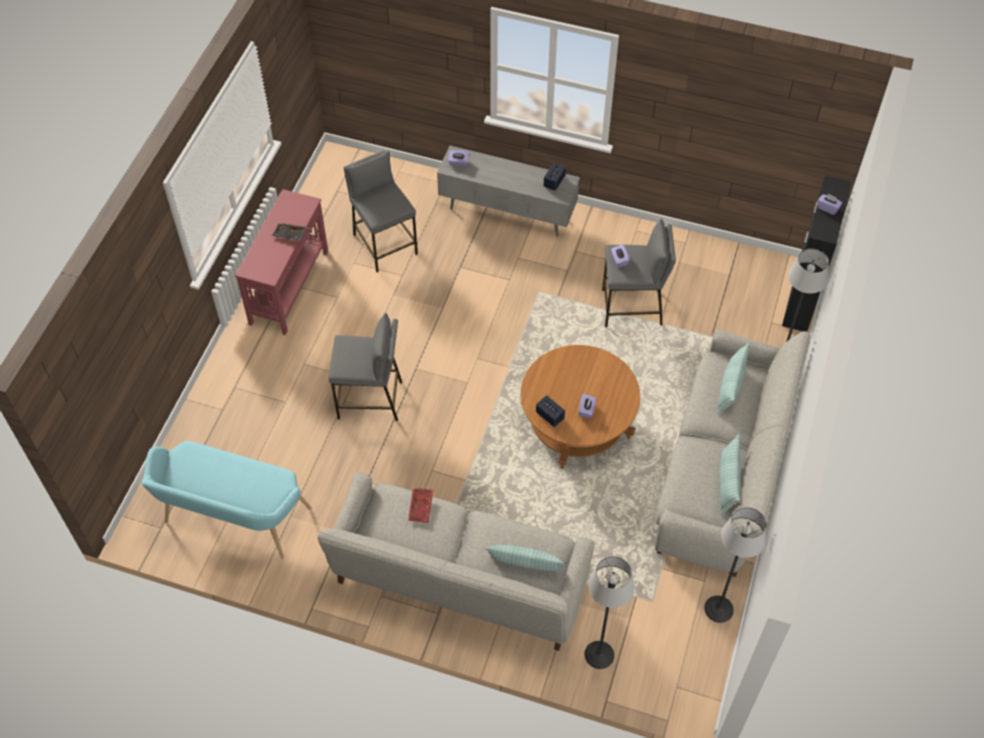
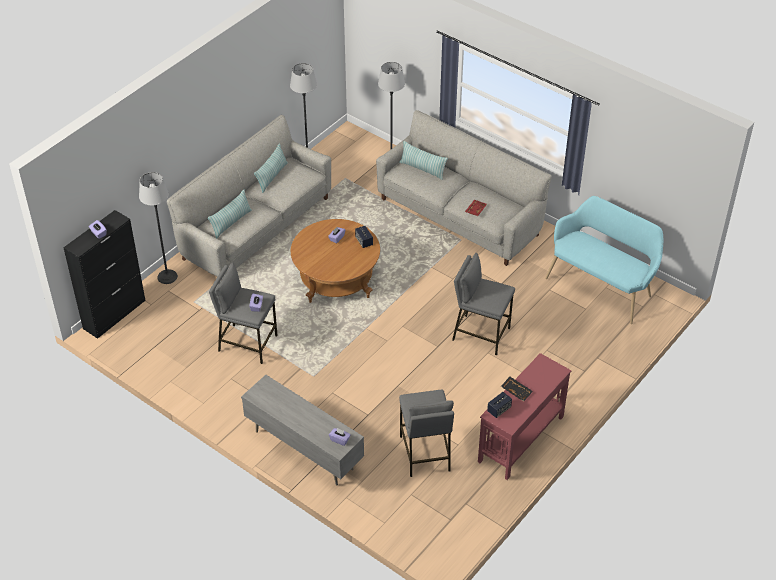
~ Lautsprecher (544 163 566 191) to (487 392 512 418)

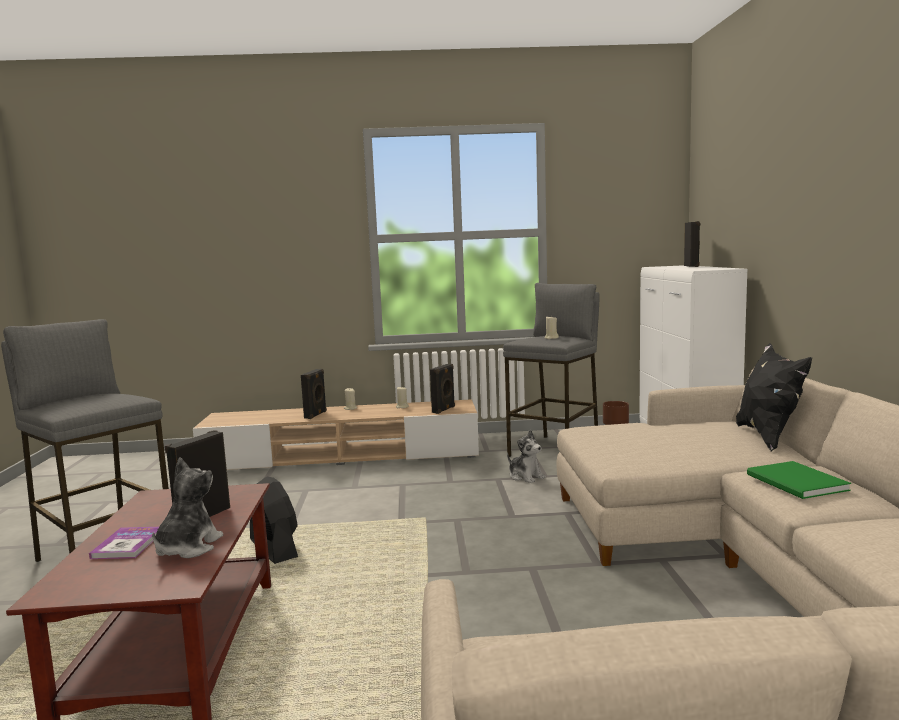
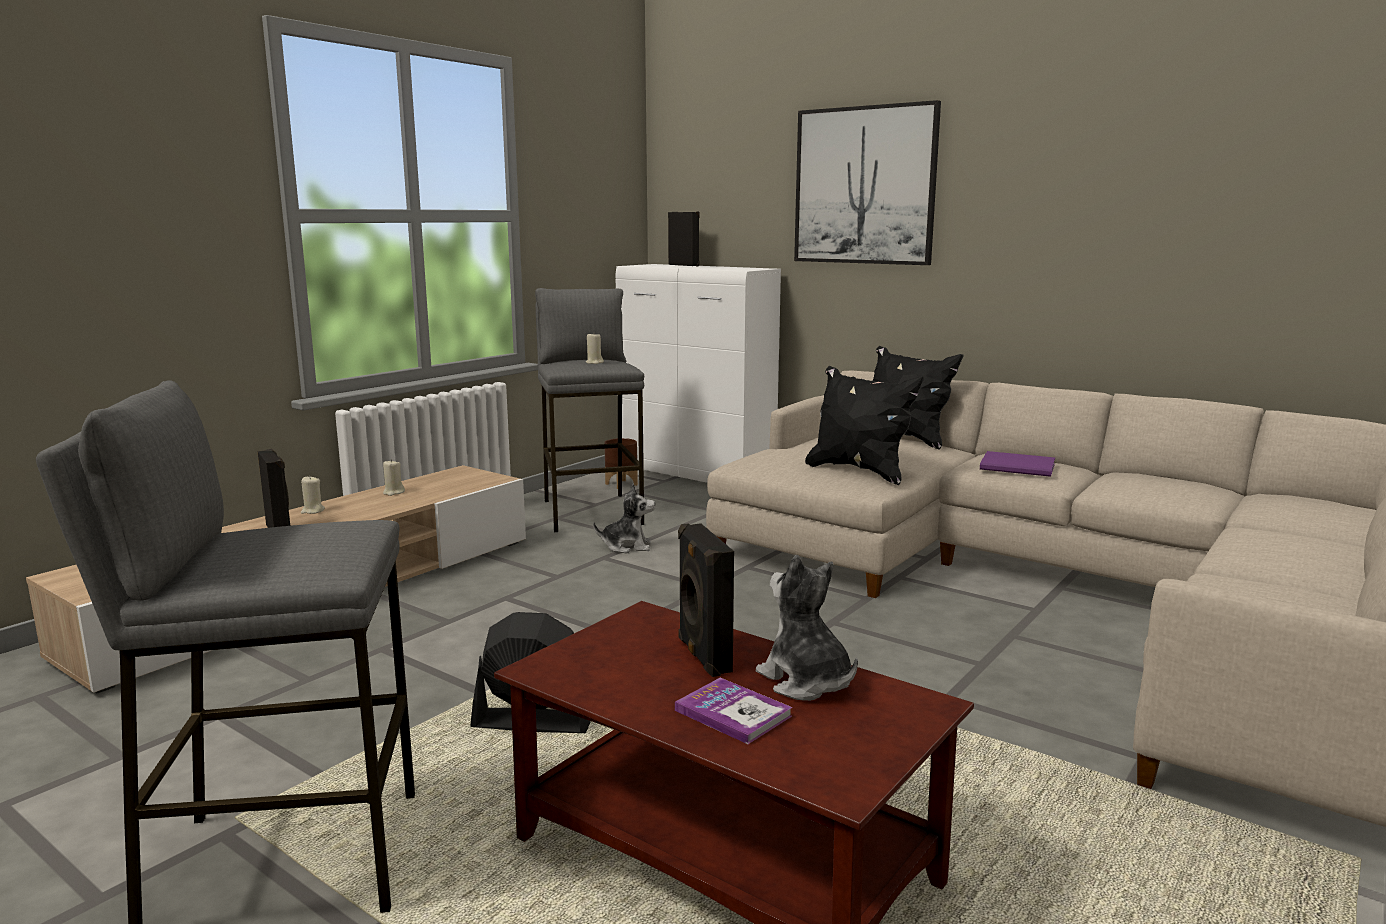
- Lautsprecher [schwarz] (430 364 455 414)
~ Buch [grün] (747 461 851 499) to Buch [lila] (980 451 1055 477)
+ Bild (794 100 941 265)
+ Kissen [schwarz] (805 366 924 485)

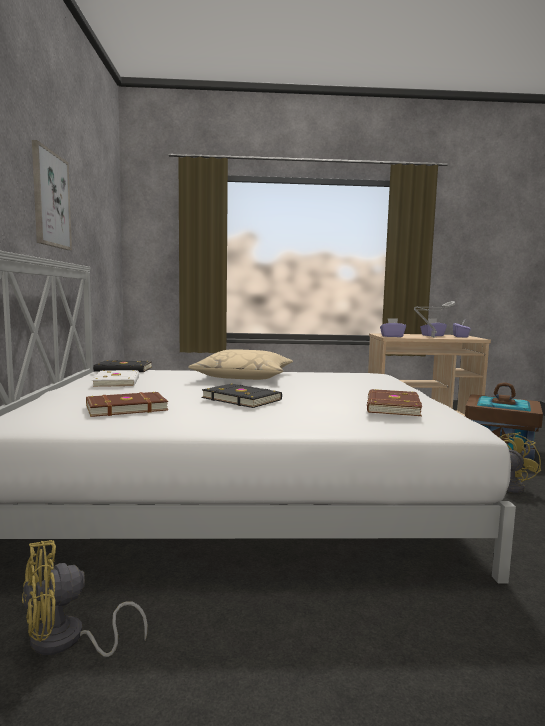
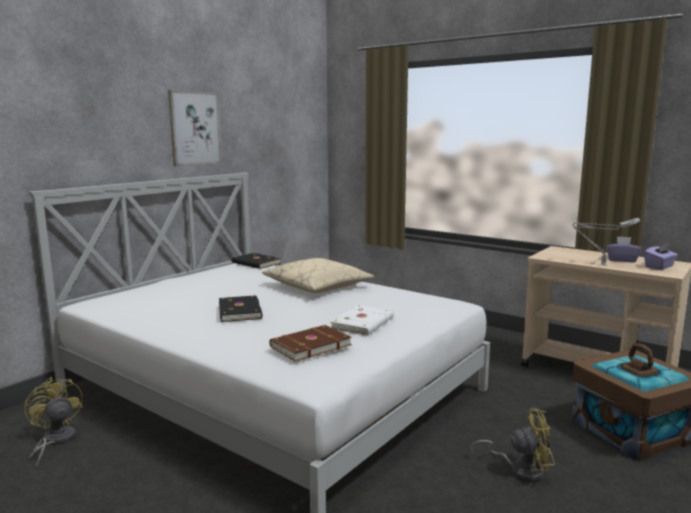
~ Ventilator [gelb] (22 540 148 657) = (24 377 83 468) 45 degrees clockwise
- Buch [braun] (86 392 168 417)
~ Buch [weiß] (92 370 139 387) to (330 305 394 336)
- Taschentuchbox [lila] (380 318 406 337)

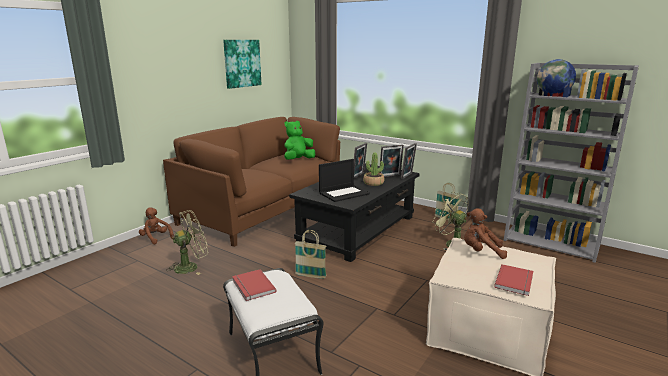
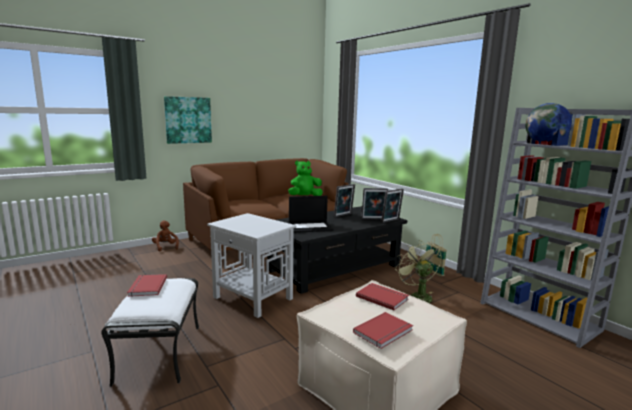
- Ventilator [grün] (166 210 208 275)
~ Bild (223 40 262 89) to (164 96 212 144)
~ Korb (295 230 326 279) to Beistelltisch [weiß] (207 213 297 318)
- Topfpflanze (363 152 384 186)
~ Plüschtier [braun] (464 208 507 259) to Buch [rot] (356 283 409 310)

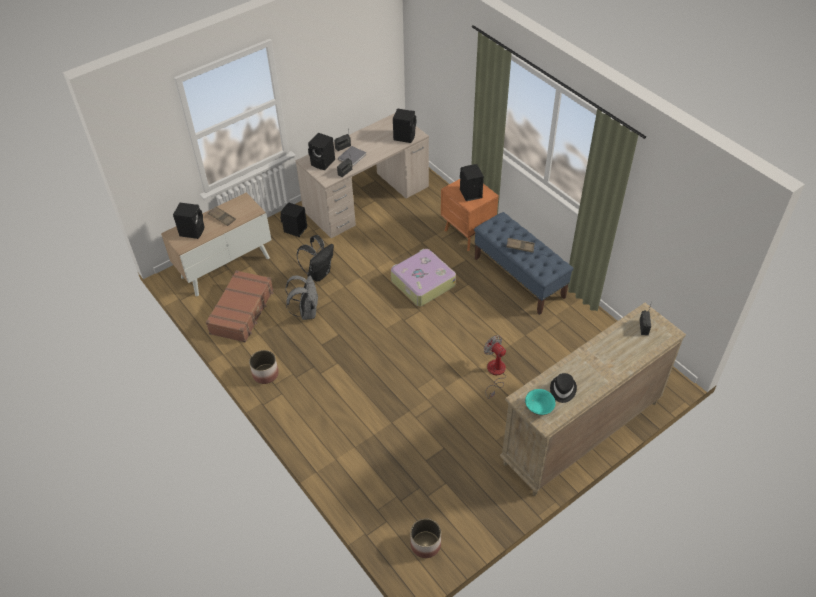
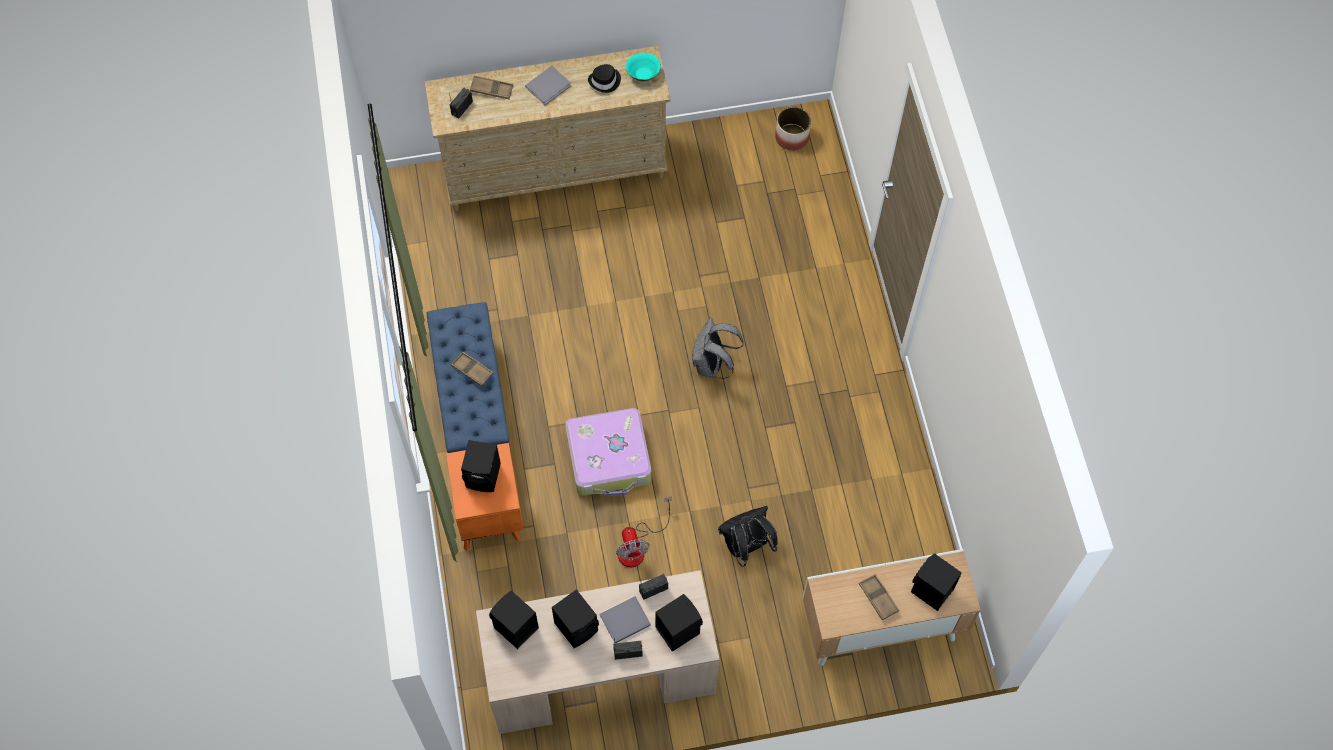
- Koffer [braun] (206 270 274 342)
- Pflanzkübel (249 350 279 384)
~ Lautsprecher [schwarz] (280 202 307 237) to (552 589 599 648)
~ Rucksack [grau] (285 276 319 320) to (692 317 744 379)
~ Ventilator (484 335 506 399) to (616 496 672 567)
+ Tablett [braun] (470 76 513 100)
+ Buch [grau] (525 66 572 105)

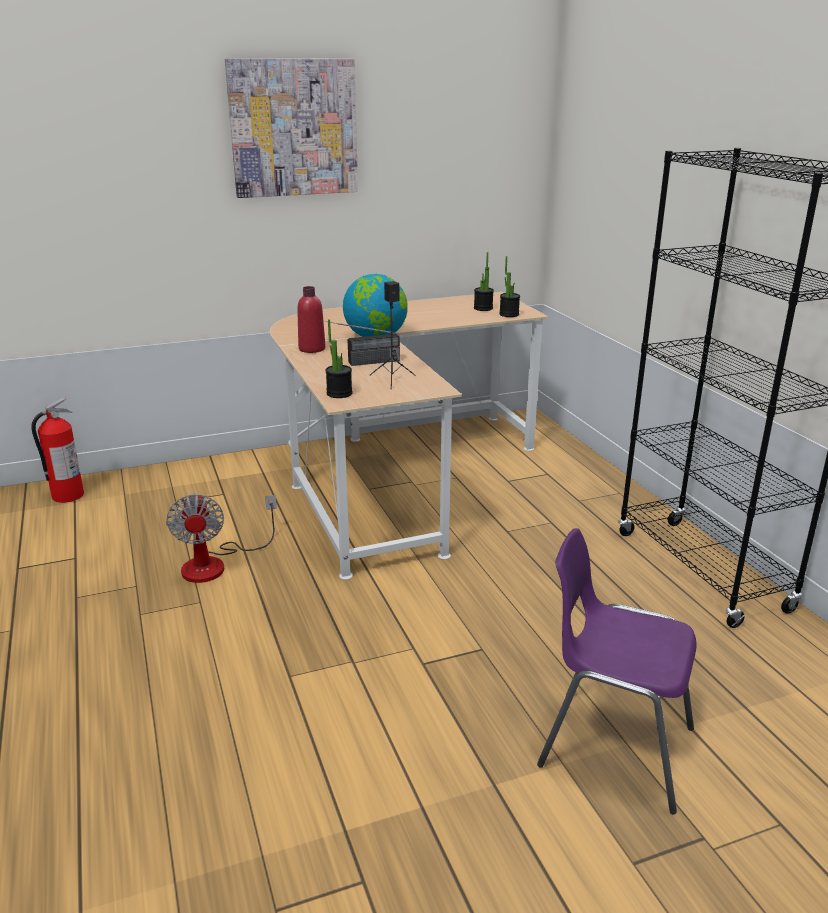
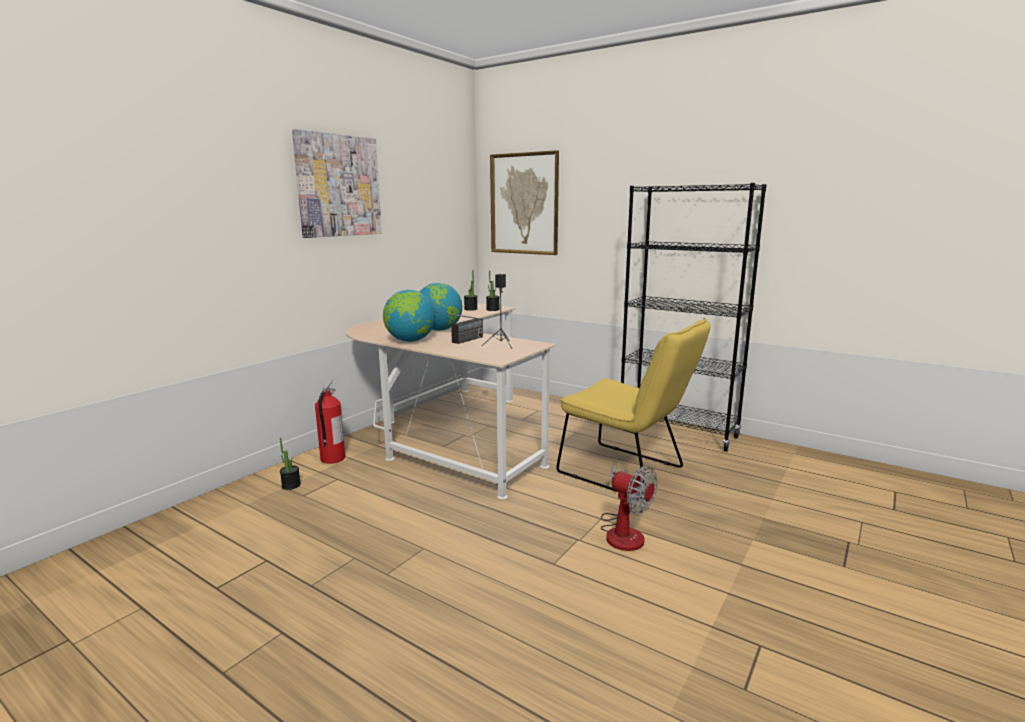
~ Feuerlöscher (31 397 84 503) to (315 379 345 464)
~ Ventilator (166 493 277 583) to (601 465 658 551)
~ Flasche [rot] (297 286 326 353) to Globus (383 290 435 342)
~ Topfpflanze (325 319 353 398) to (280 438 301 490)
- Stuhl [lila] (537 528 697 814)
+ Bild (490 150 559 255)
+ Stuhl [gelb] (556 318 710 500)

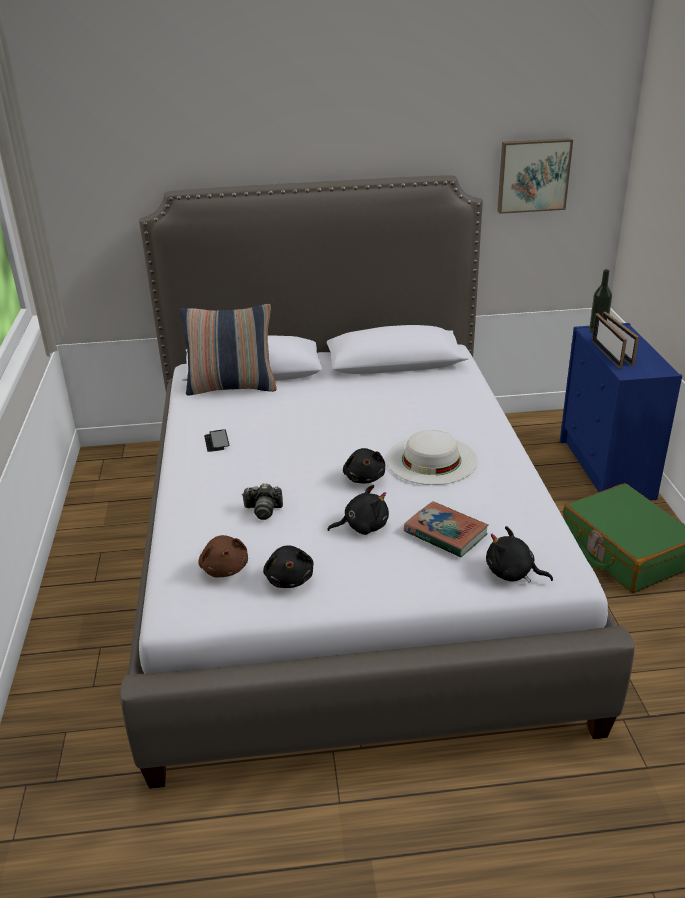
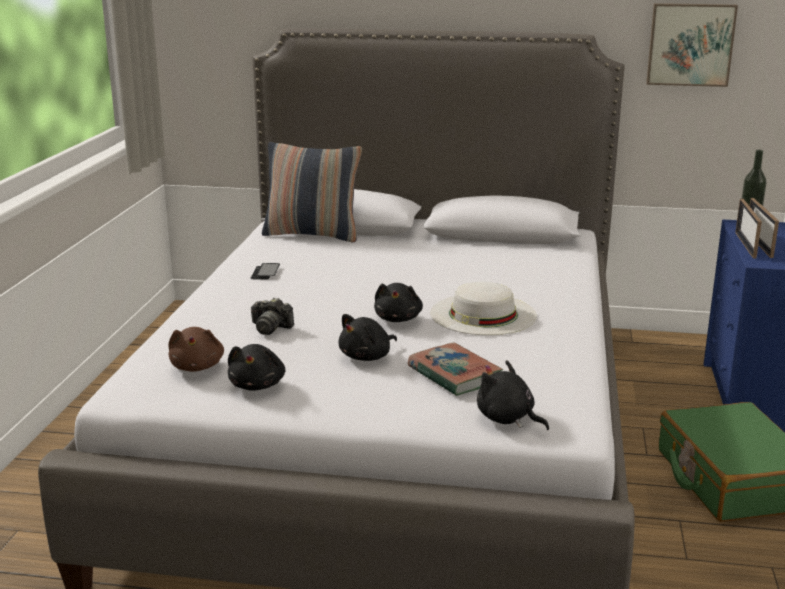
~ Plüschtier [schwarz] (328 485 389 535) = (338 314 397 361) 135 degrees clockwise

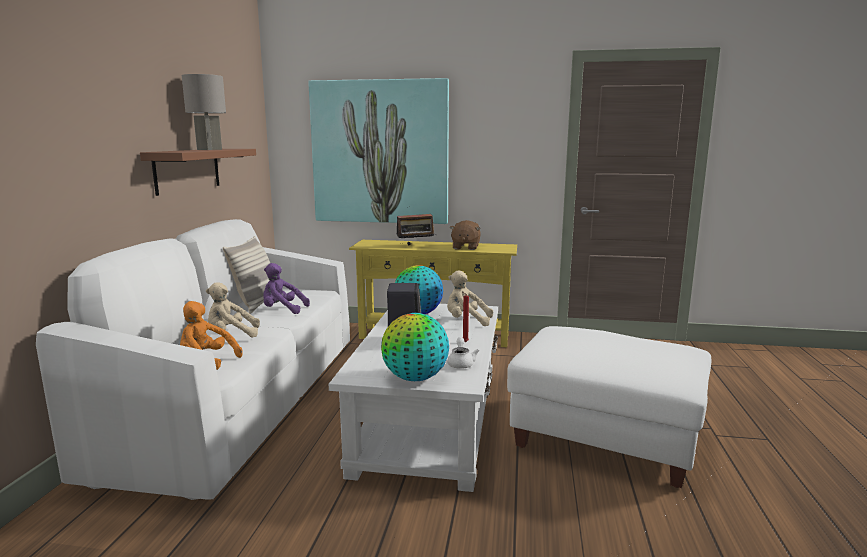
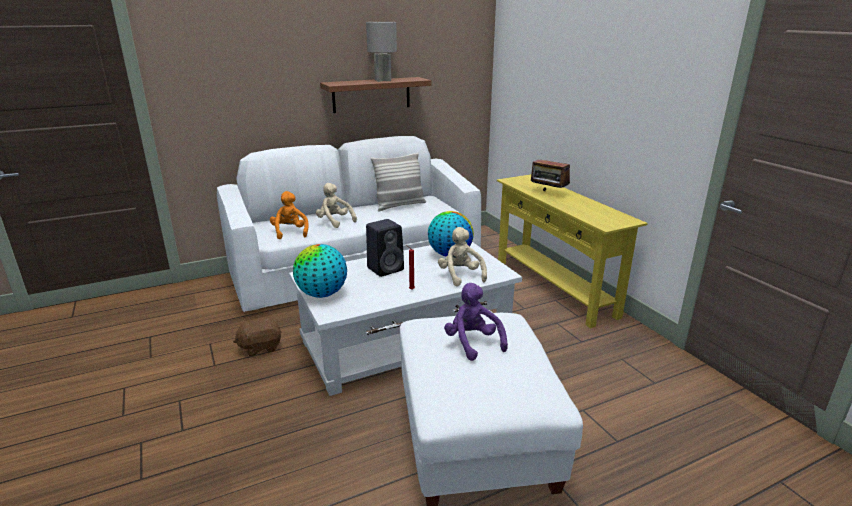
~ Plüschtier [lila] (263 263 310 314) to (444 283 508 361)
- Bild (308 78 449 224)
- Teekanne [weiß] (447 337 480 369)
~ Plüschtier [braun] (449 220 481 250) to (233 316 282 357)

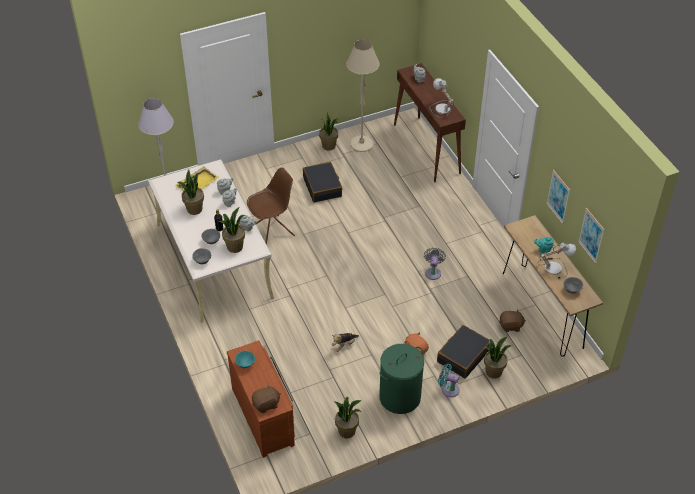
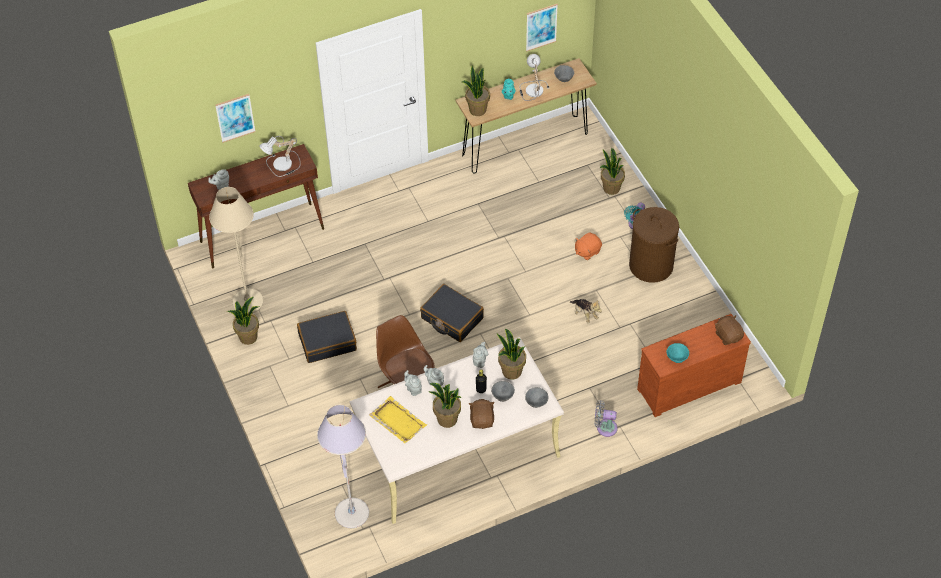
~ Topfpflanze (333 397 362 438) to (462 65 490 116)
~ Wäschekorb [grün] (379 344 424 414) to Wäschekorb [braun] (629 207 679 283)
~ Ventilator [grau] (424 247 446 280) to (595 400 618 437)
~ Koffer [schwarz] (437 325 490 378) to (420 284 484 342)
~ Plüschtier [braun] (499 310 526 332) to (468 399 495 429)
~ Bild (546 170 570 224) to (215 94 256 143)

